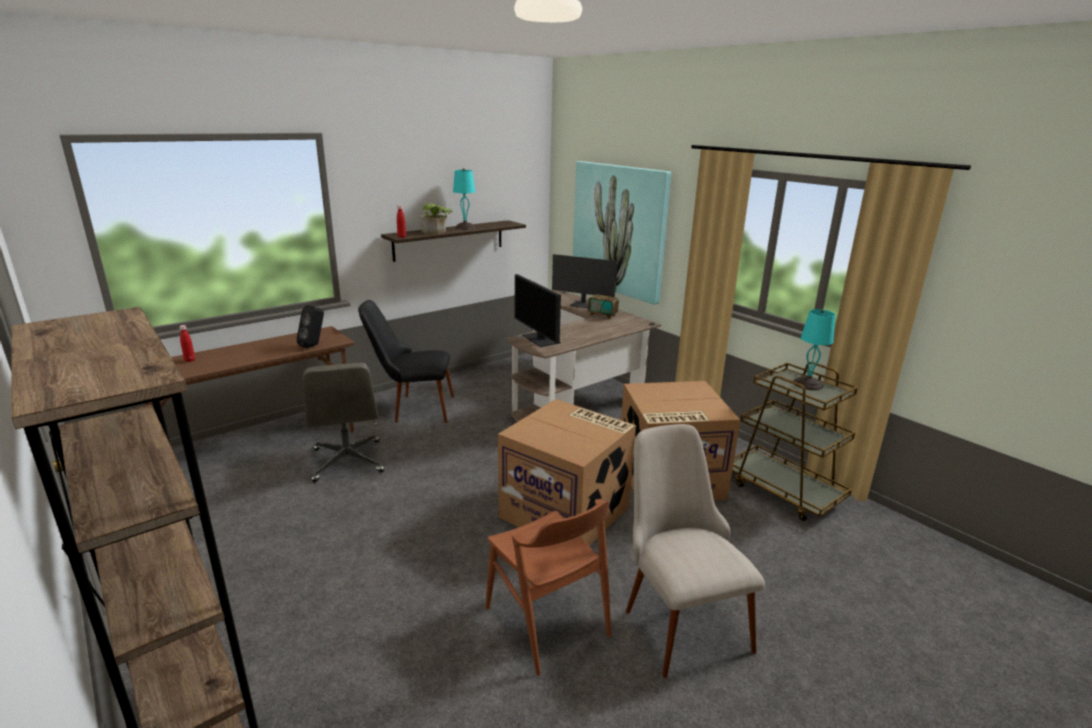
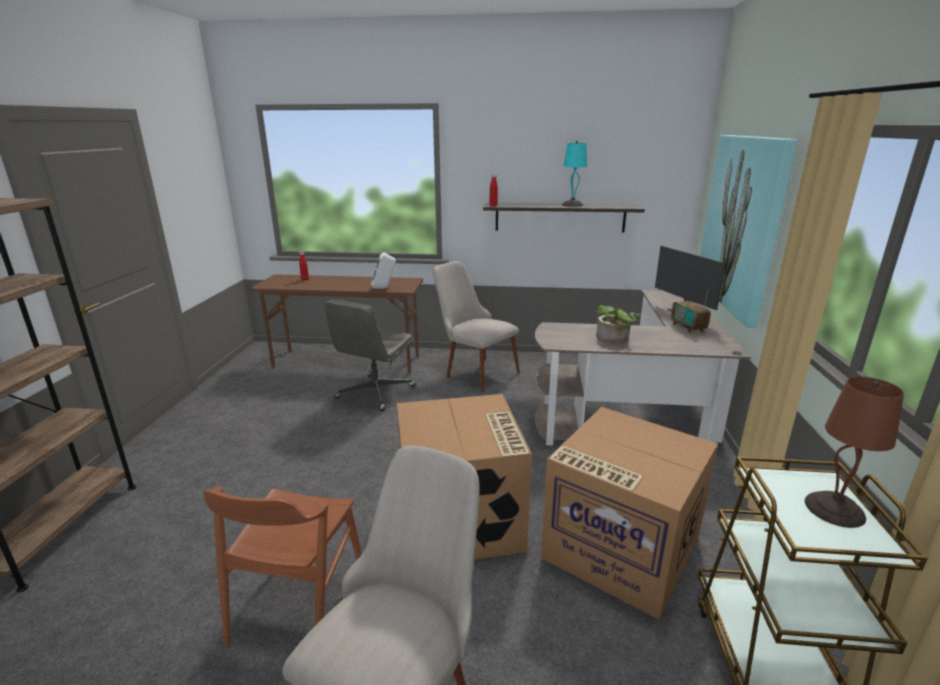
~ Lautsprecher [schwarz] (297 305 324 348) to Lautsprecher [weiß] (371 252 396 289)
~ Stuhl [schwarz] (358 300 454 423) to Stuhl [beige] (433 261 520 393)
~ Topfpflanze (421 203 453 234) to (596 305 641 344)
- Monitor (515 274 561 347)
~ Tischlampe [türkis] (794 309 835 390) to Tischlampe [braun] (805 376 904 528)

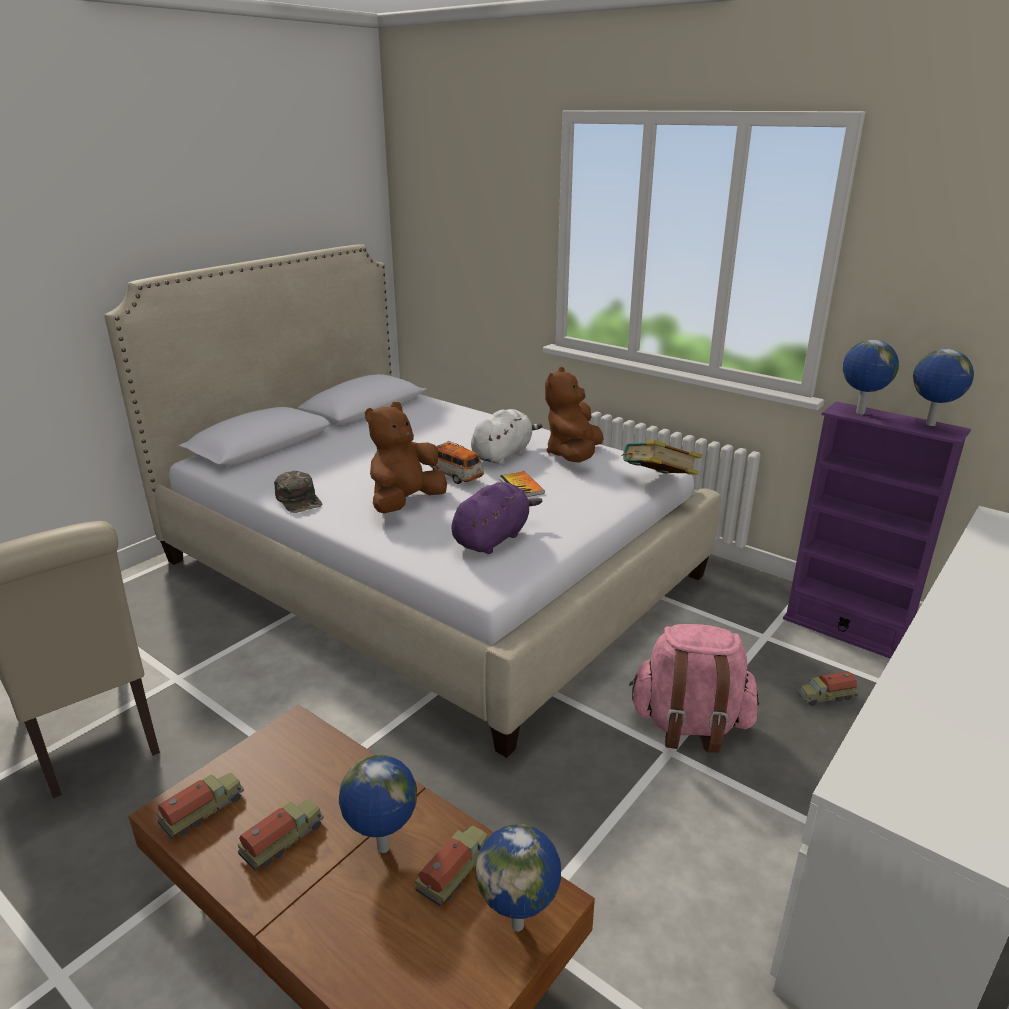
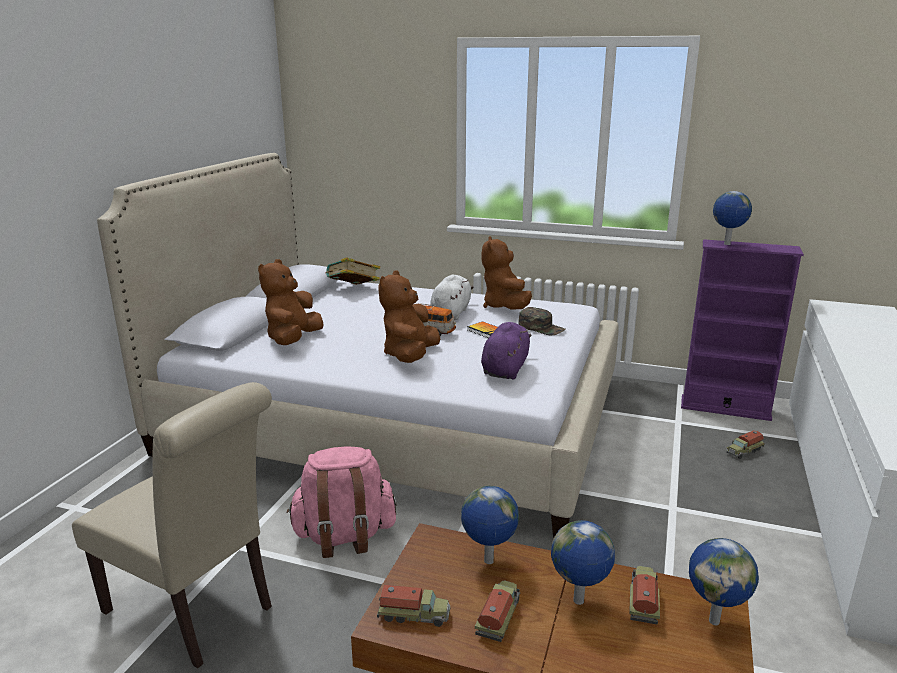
~ Spielzeuglaster (157 773 244 840) = (377 585 450 627) 75 degrees clockwise
~ Kappe [grün] (274 471 322 513) to (518 307 566 335)
~ Buch (621 440 702 475) to (325 257 380 285)
~ Rucksack [rosa] (629 624 759 753) to (287 446 396 558)
~ Globus (913 349 974 426) to (461 486 519 564)
+ Plüschtier [braun] (258 259 324 345)

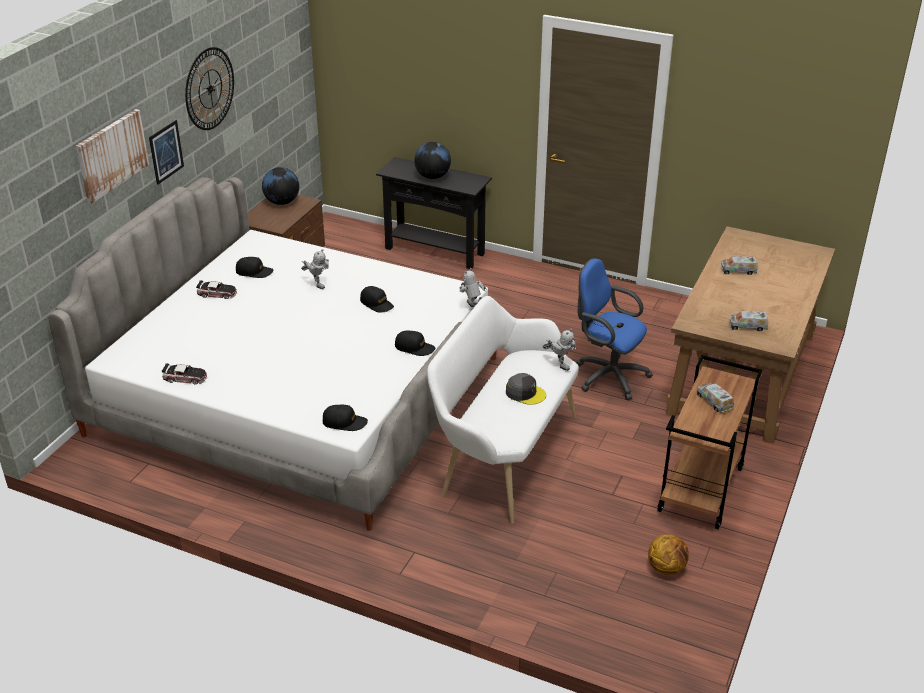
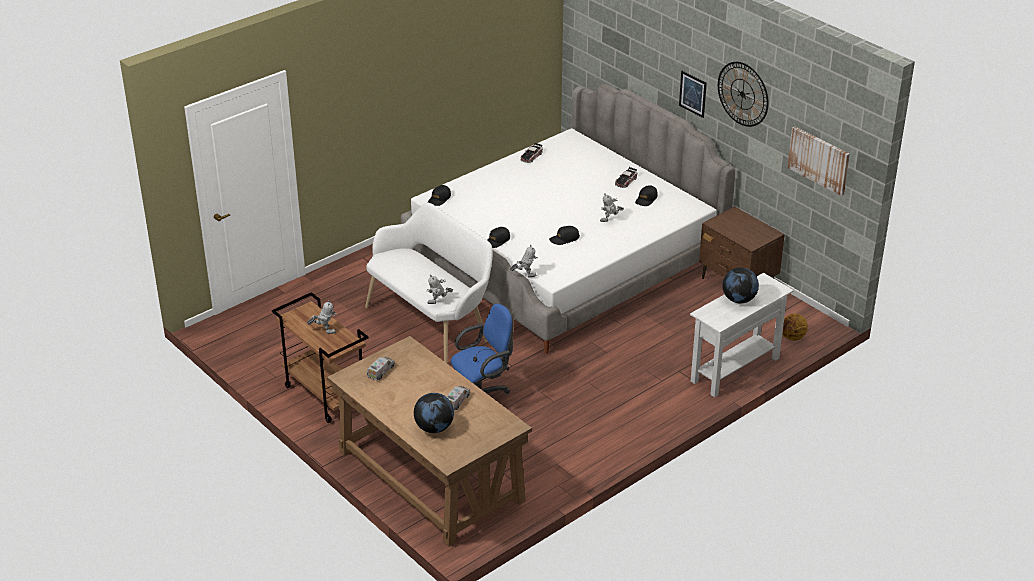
~ Bild (76 109 149 203) to (787 126 850 196)
~ Globus (262 167 299 205) to (414 393 454 433)
~ Konsolentisch [schwarz] (376 157 492 269) to Konsolentisch [weiß] (690 273 794 397)
- Kappe [grau] (506 373 546 405)
~ Basketball (648 534 689 575) to (782 313 808 341)
~ Spielzeuglaster (697 383 734 413) to Spielzeugroboter (307 300 337 334)

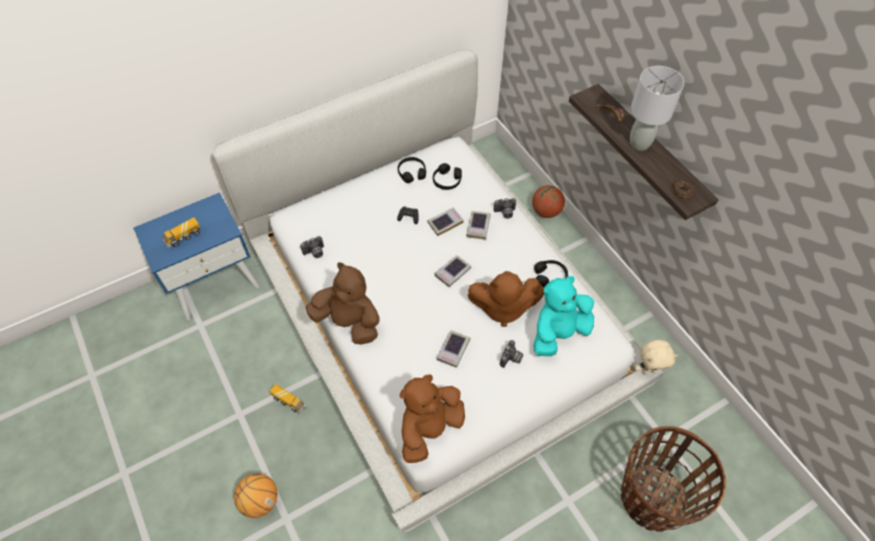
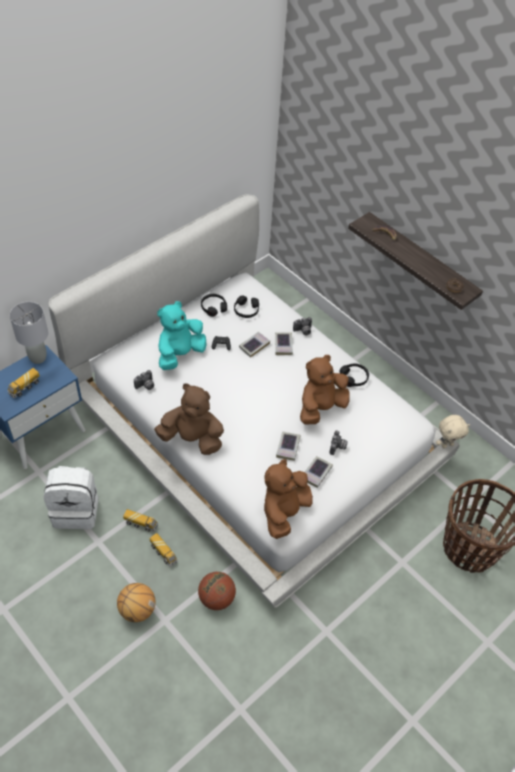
~ Buch (435 255 471 287) to (305 456 333 488)
~ Plüschtier [braun] (468 271 544 327) = (300 355 350 424) 150 degrees clockwise
~ Basketball (532 185 565 218) to (198 572 236 610)
~ Plüschtier [türkis] (533 276 594 356) to (157 301 206 370)
~ Tischlampe [grau] (630 66 684 151) to (10 302 48 364)
+ Rucksack [weiß] (44 466 98 529)
+ Spielzeuglaster (150 533 178 567)

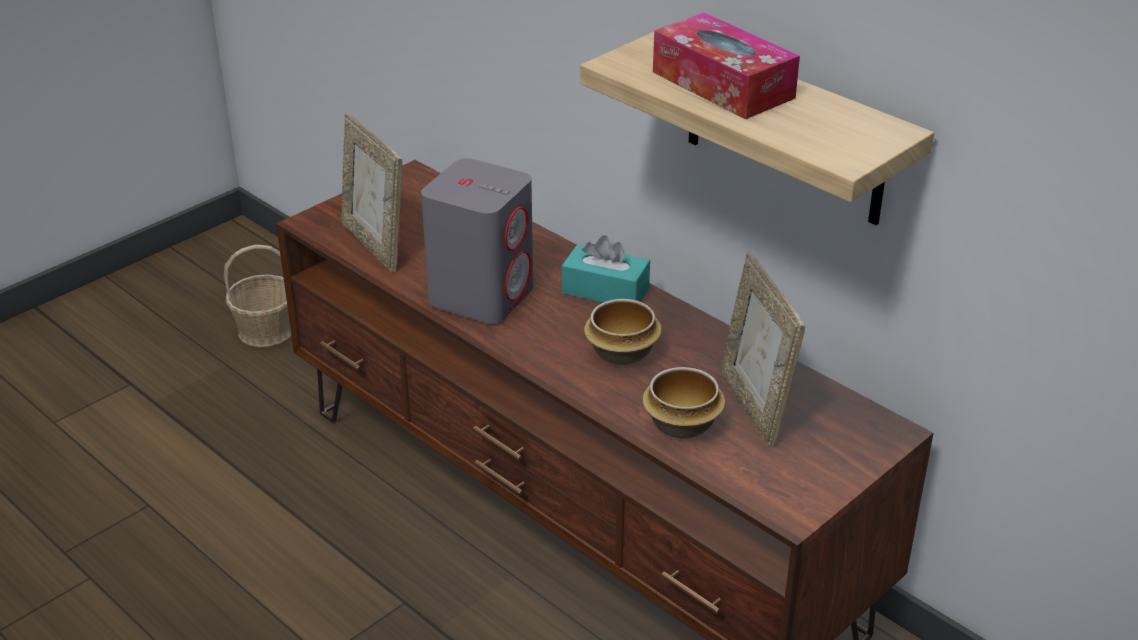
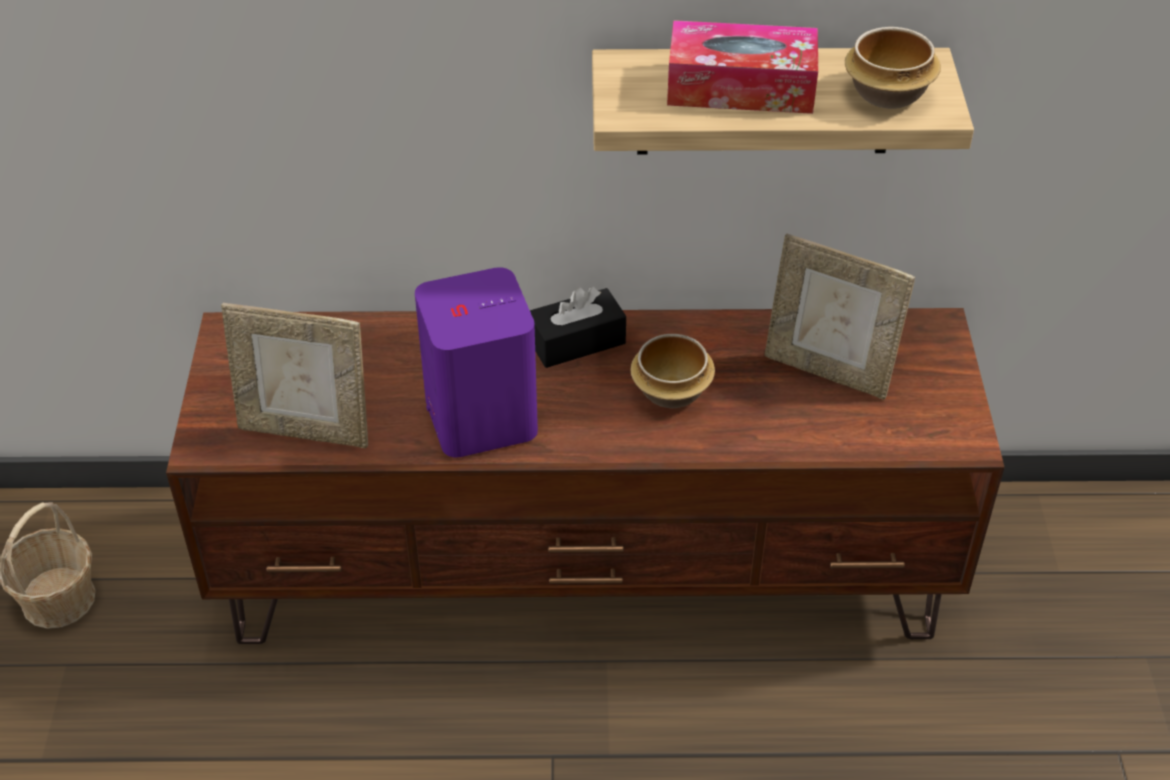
~ Lautsprecher [grau] (421 158 533 324) to Lautsprecher [lila] (415 267 538 458)
~ Taschentuchbox [türkis] (562 235 650 303) to Taschentuchbox [schwarz] (530 287 626 368)
~ Schüssel (642 367 725 439) to (845 27 941 109)

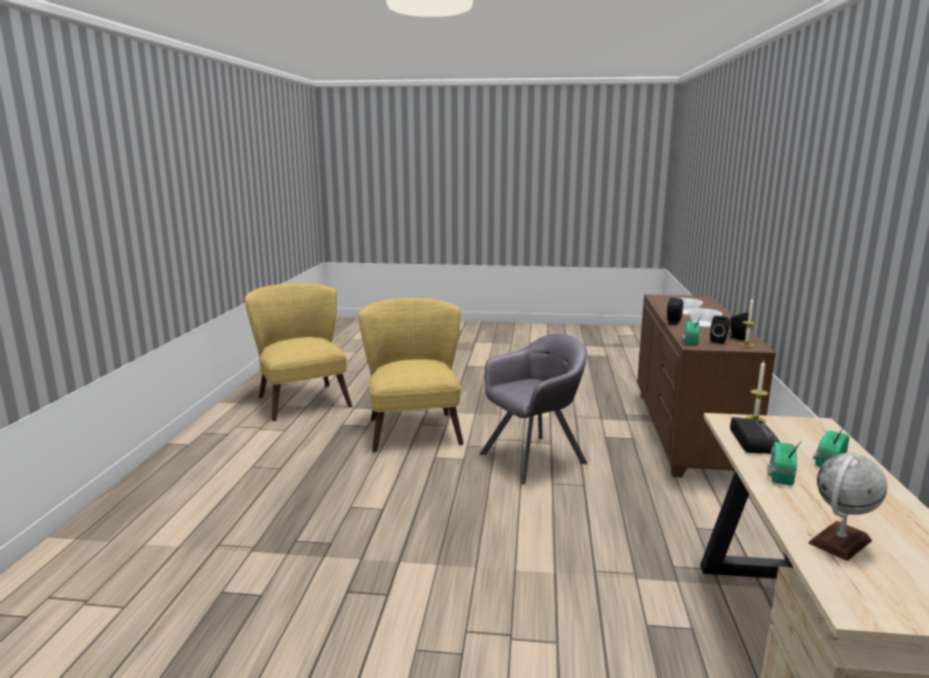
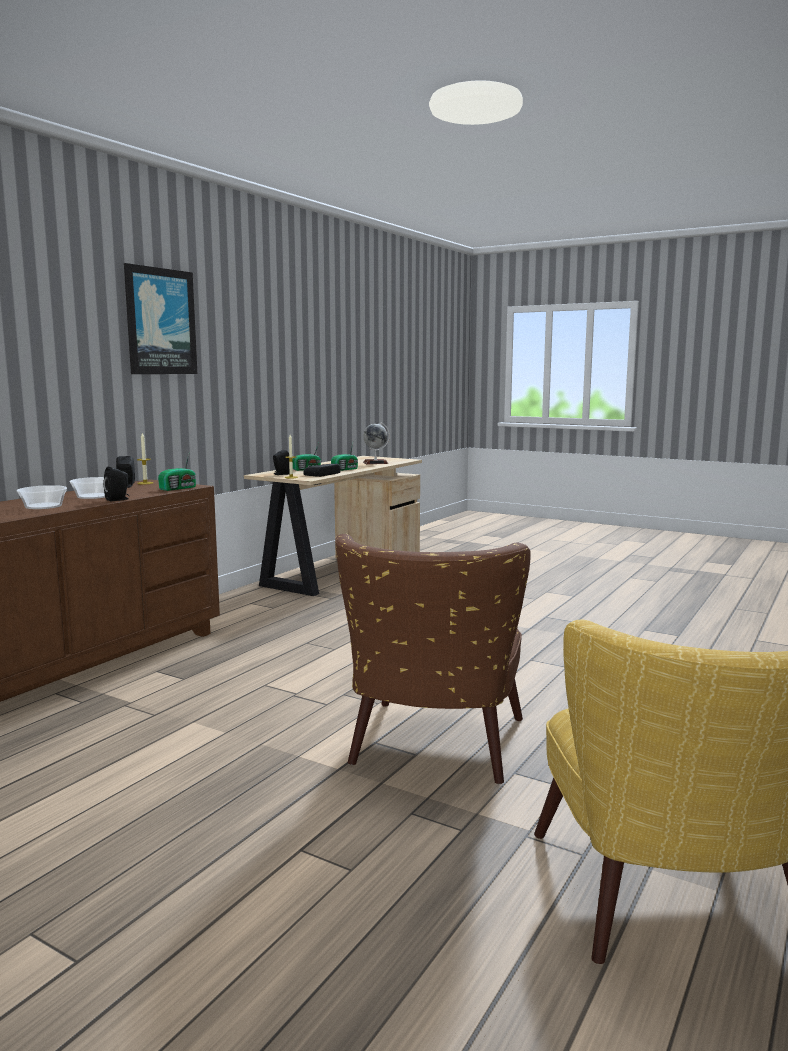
~ Sessel [gelb] (359 298 464 452) to Sessel [braun] (335 534 531 784)
- Sessel [grau] (479 334 588 484)
~ Lautsprecher [schwarz] (710 315 730 344) to (273 450 290 475)
+ Bild (124 263 198 374)

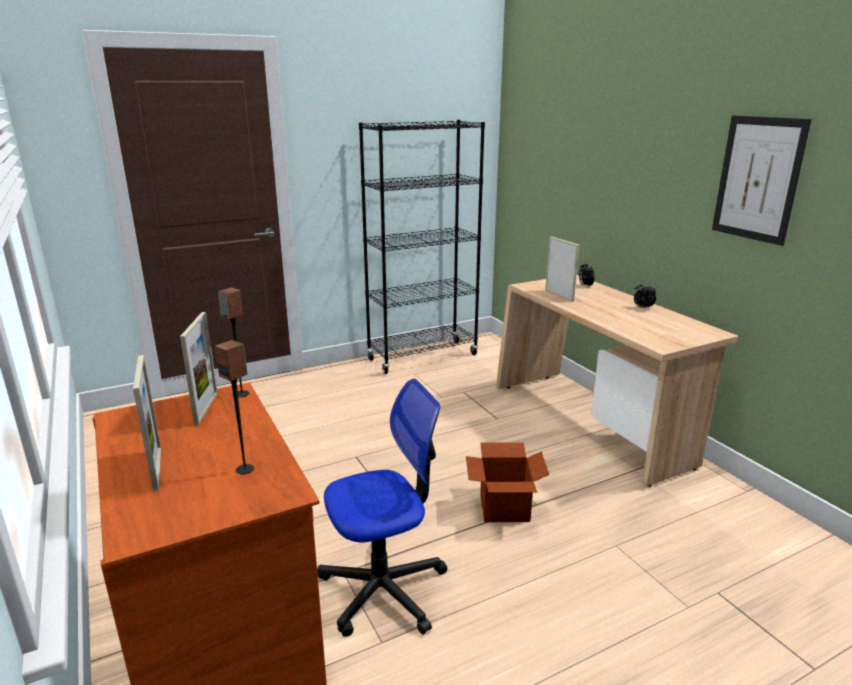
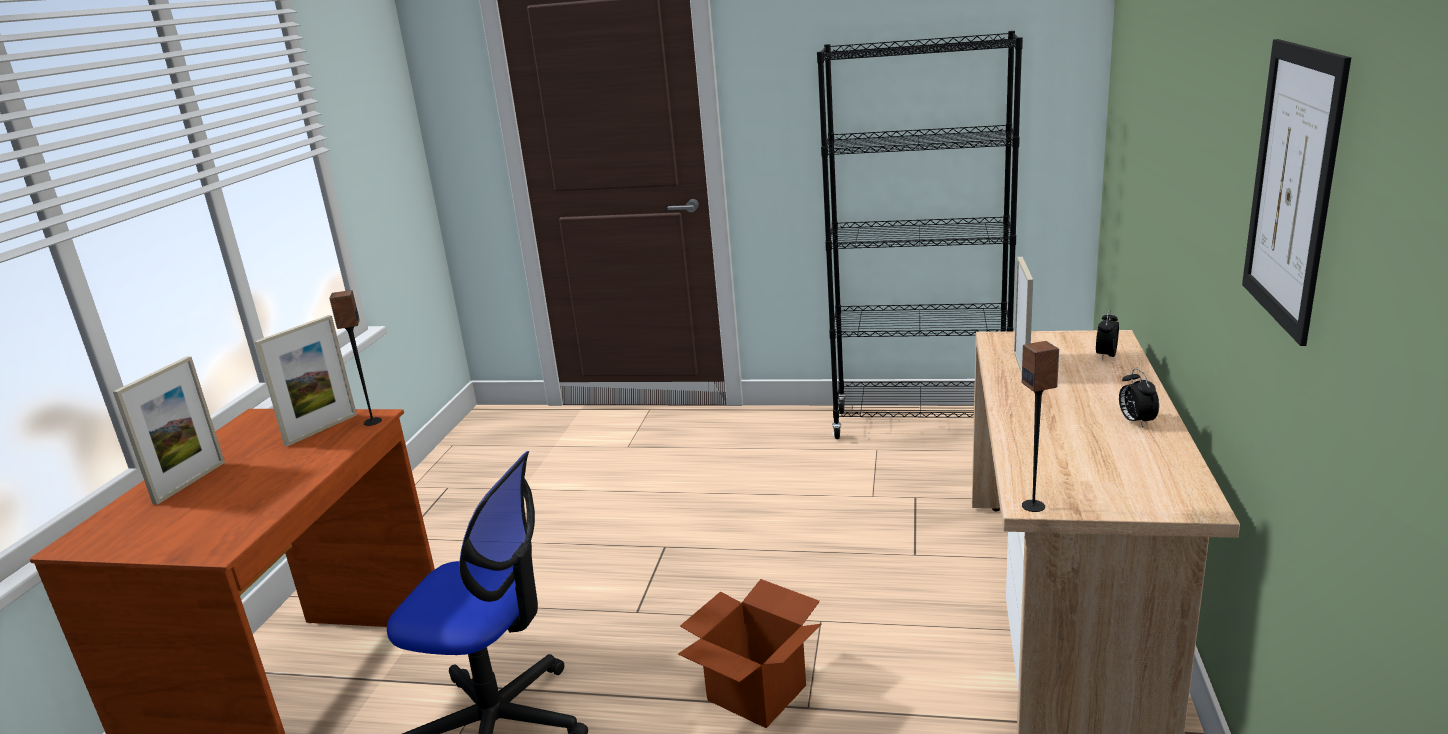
~ Lautsprecher (215 340 254 474) to (1022 341 1059 512)

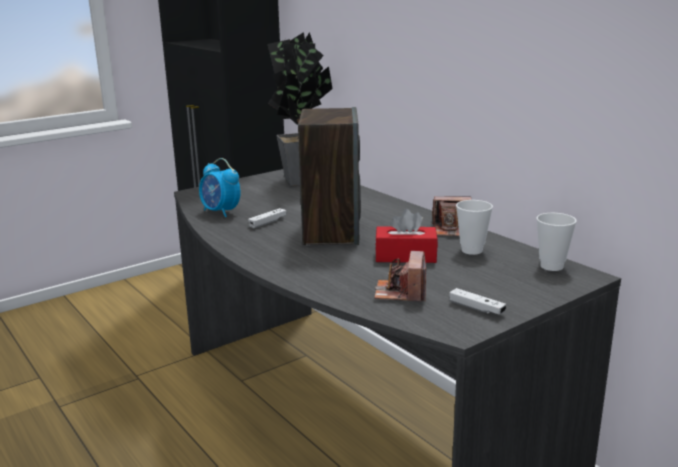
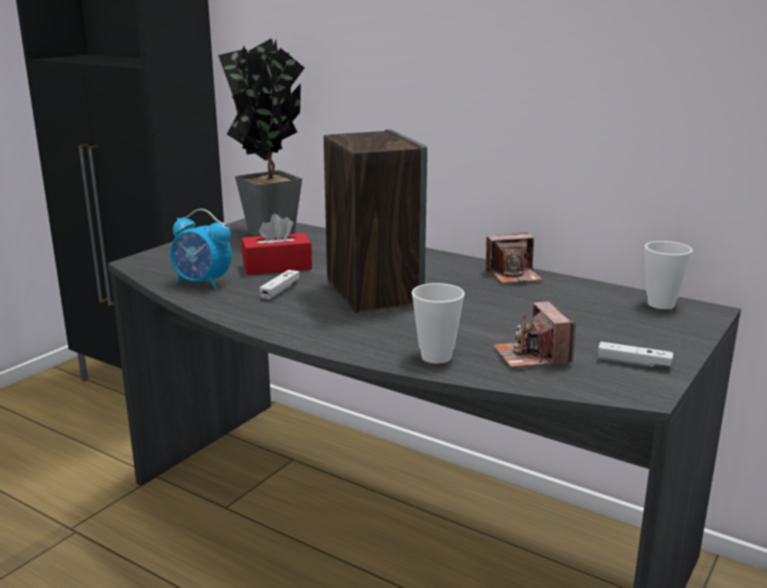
~ Taschentuchbox [rot] (375 209 438 263) to (241 214 312 275)
~ Tasse (456 200 493 255) to (412 283 465 364)

